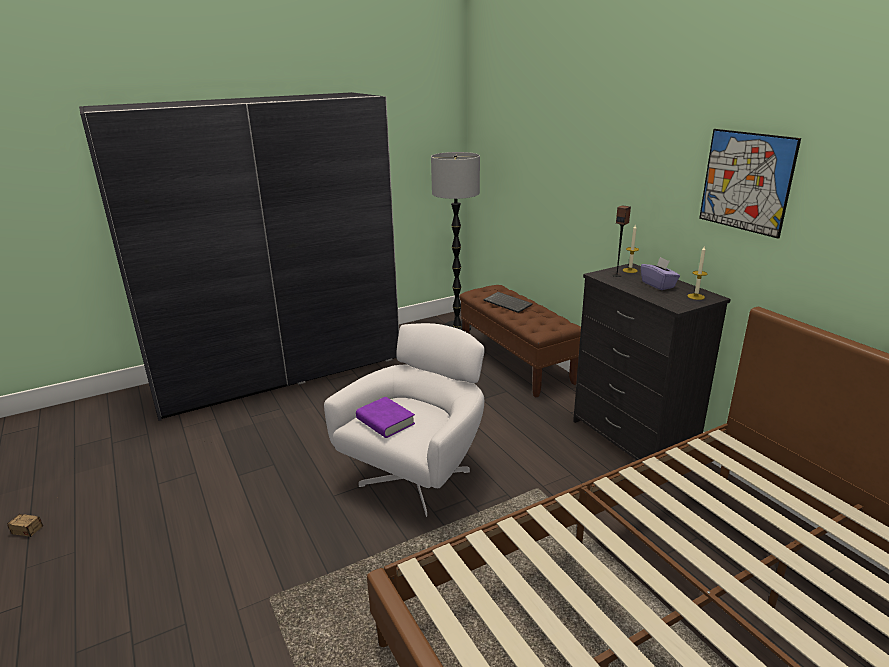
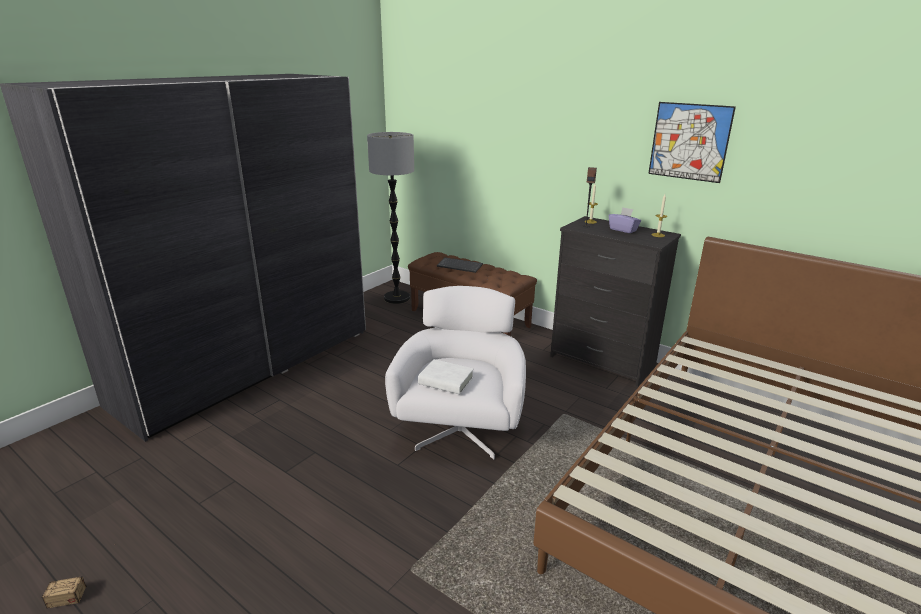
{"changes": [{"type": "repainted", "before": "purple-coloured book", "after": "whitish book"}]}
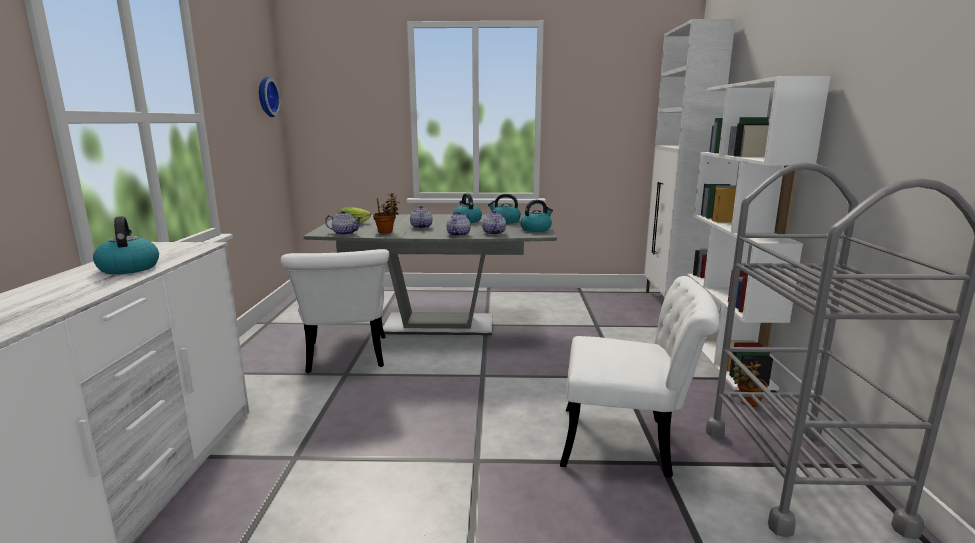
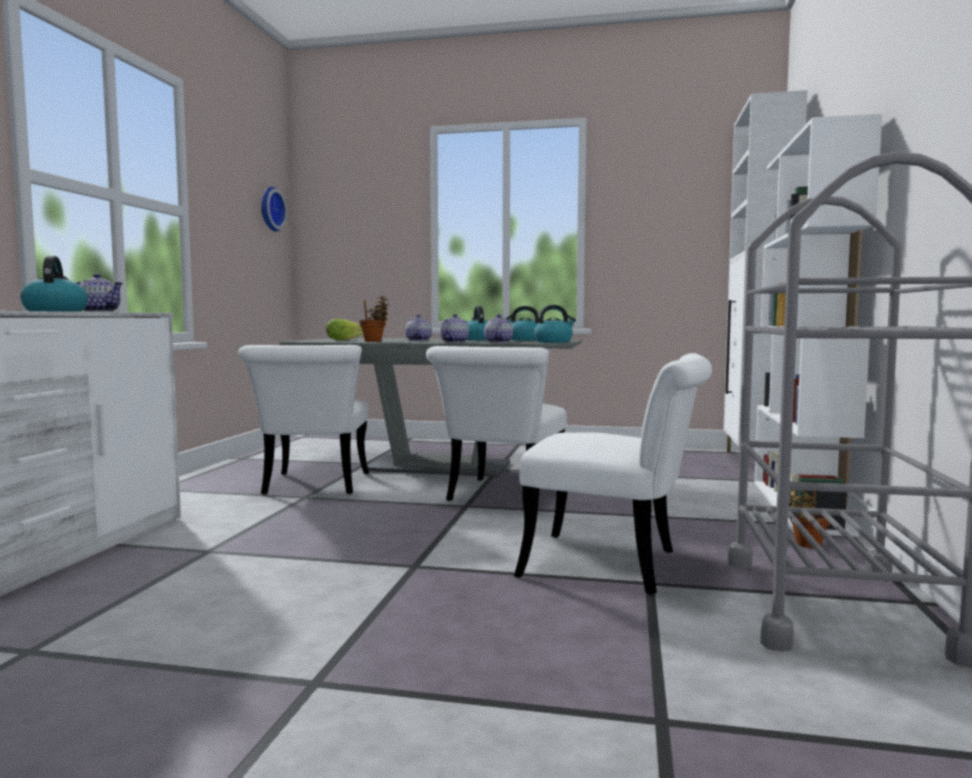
{"changes": [{"type": "shifted", "before": "tea pot (no. 1 from left)"}, {"type": "new", "after": "whitish upright chair (no. 2 from left)"}]}
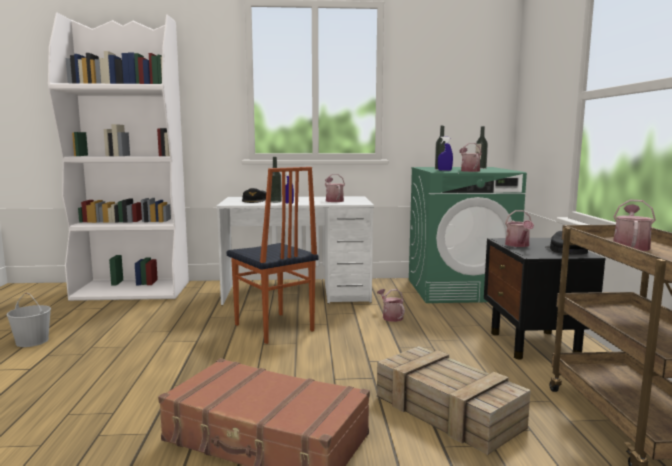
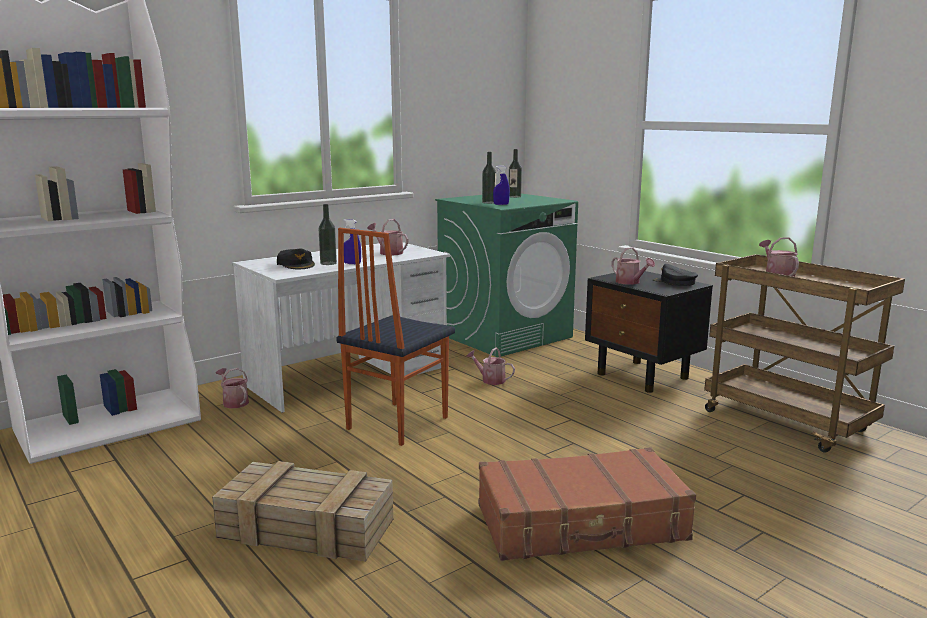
{"changes": [{"type": "shifted", "before": "shipping crate"}, {"type": "shifted", "before": "sprinkling can (no. 3 from left in the first image)", "after": "sprinkling can (no. 1 from left)"}, {"type": "rotated", "before": "upright chair", "turn": 105}, {"type": "gone", "before": "whitish water bucket"}]}
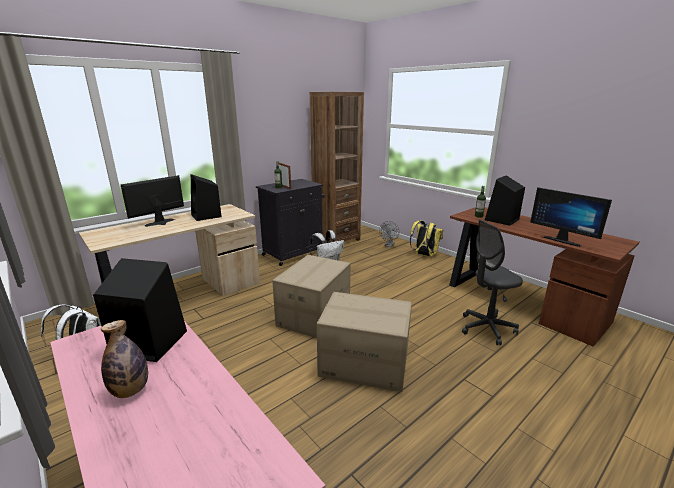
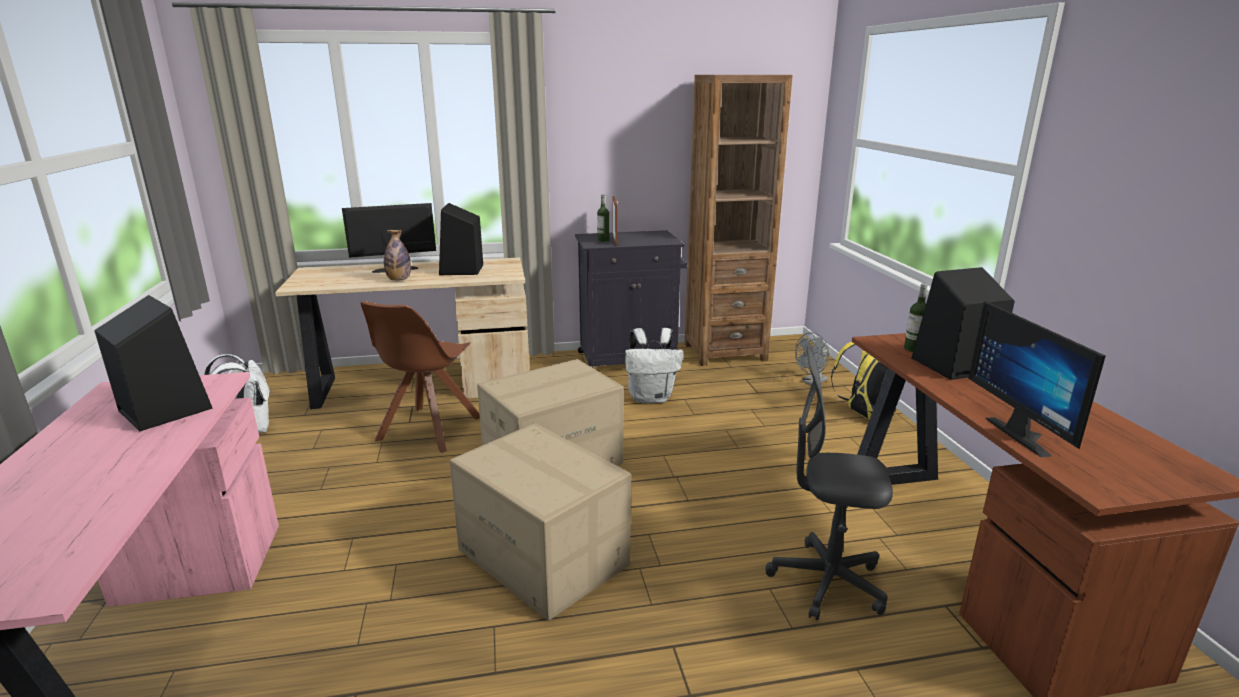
{"changes": [{"type": "new", "after": "brown upright chair"}, {"type": "shifted", "before": "bottle (no. 1 from left)"}]}
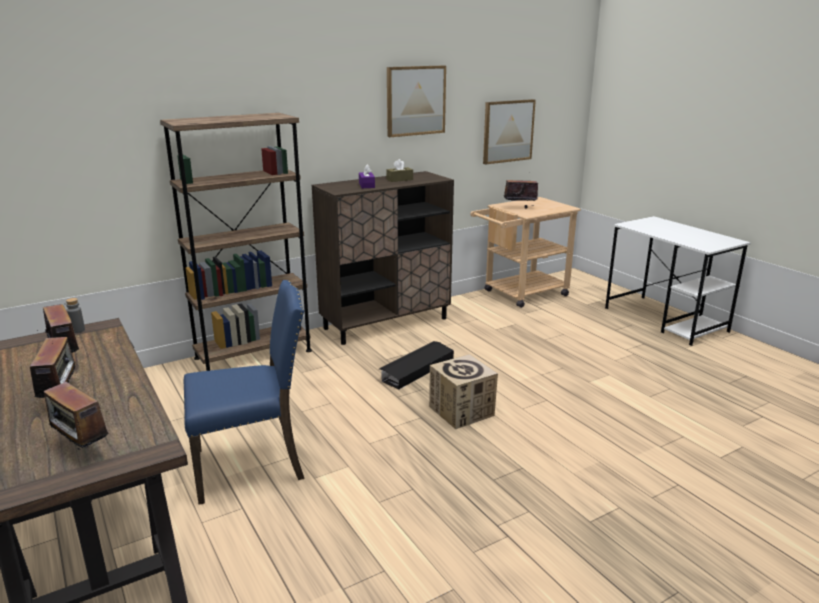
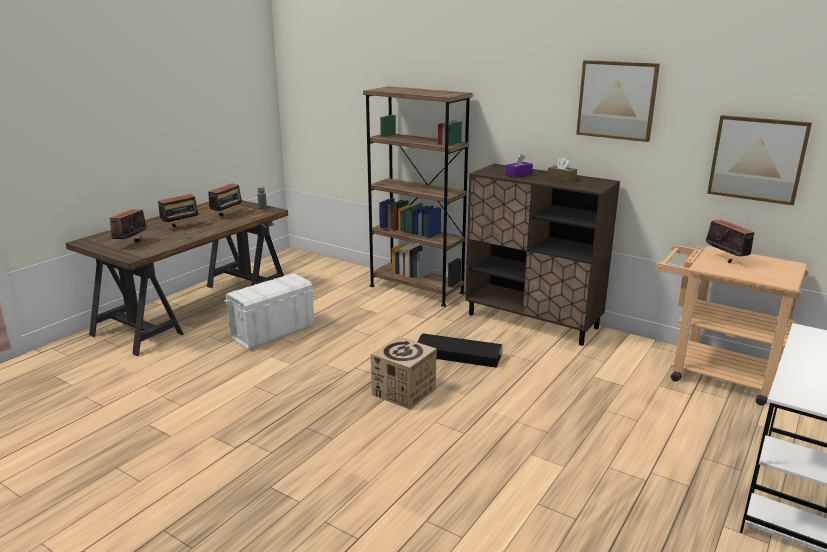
{"changes": [{"type": "swapped", "before": "blue upright chair", "after": "whitish storage bin"}]}
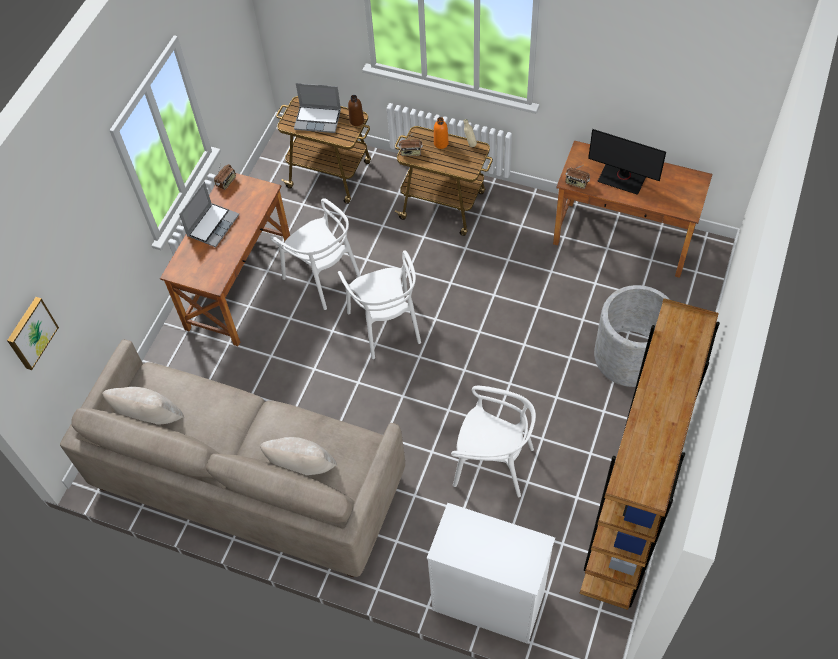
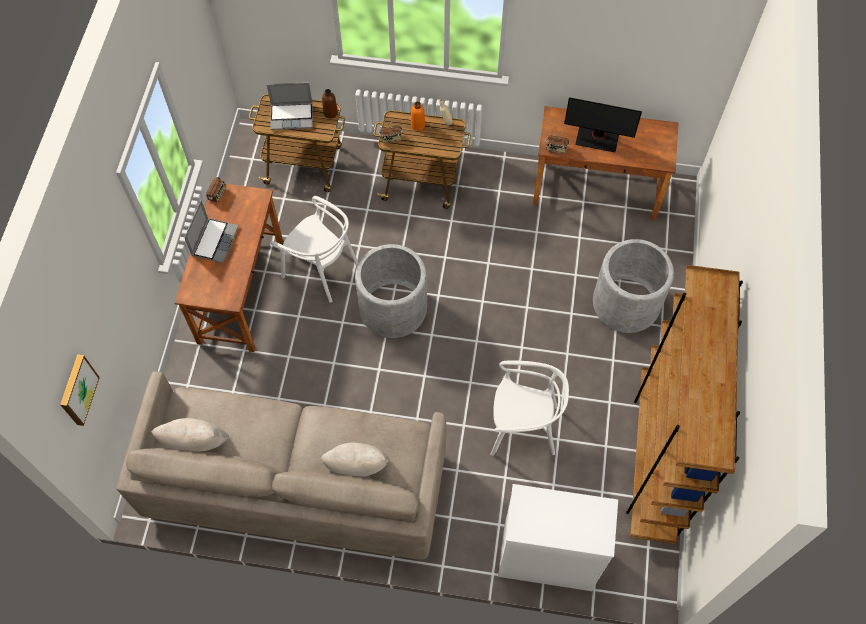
{"changes": [{"type": "swapped", "before": "whitish upright chair (no. 2 from left)", "after": "gray plant pot (no. 1 from left)"}]}
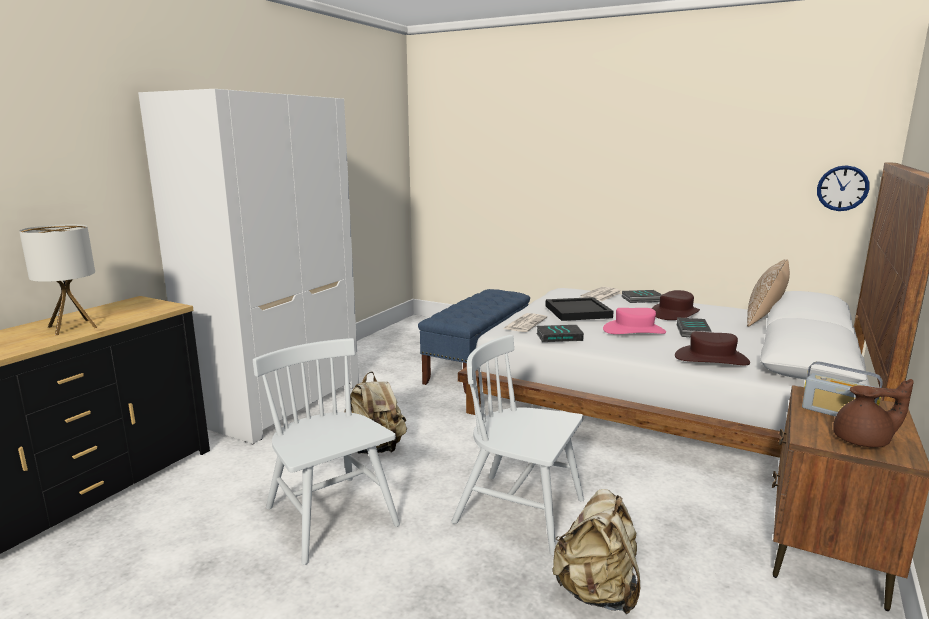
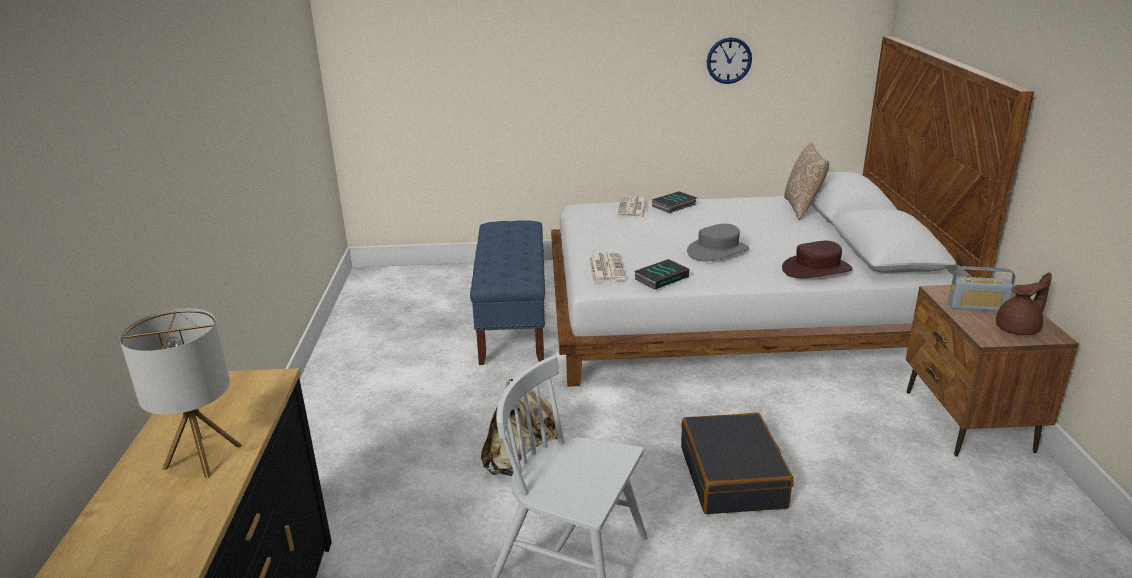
{"changes": [{"type": "swapped", "before": "whitish upright chair (no. 2 from left)", "after": "black travel case"}, {"type": "repainted", "before": "pink-coloured clothing hat", "after": "gray clothing hat"}, {"type": "shifted", "before": "hanging clock"}, {"type": "gone", "before": "whitish armoire"}, {"type": "gone", "before": "black serving tray"}, {"type": "gone", "before": "sand-coloured rucksack (no. 2 from left)"}, {"type": "gone", "before": "brown clothing hat (no. 1 from left)"}, {"type": "gone", "before": "book (no. 3 from left)"}]}
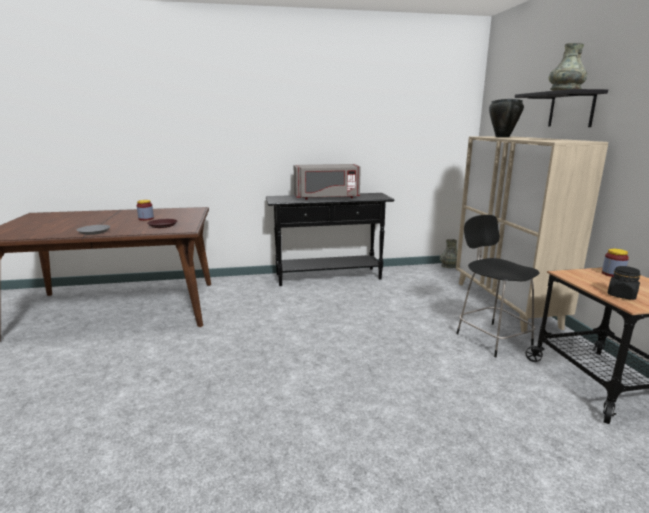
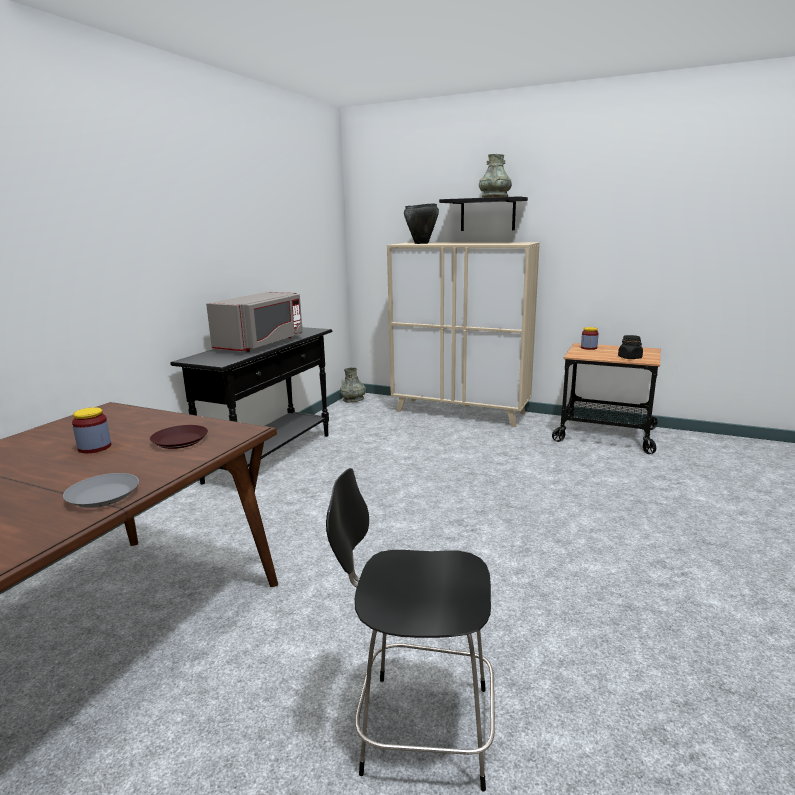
{"changes": [{"type": "shifted", "before": "black upright chair"}]}
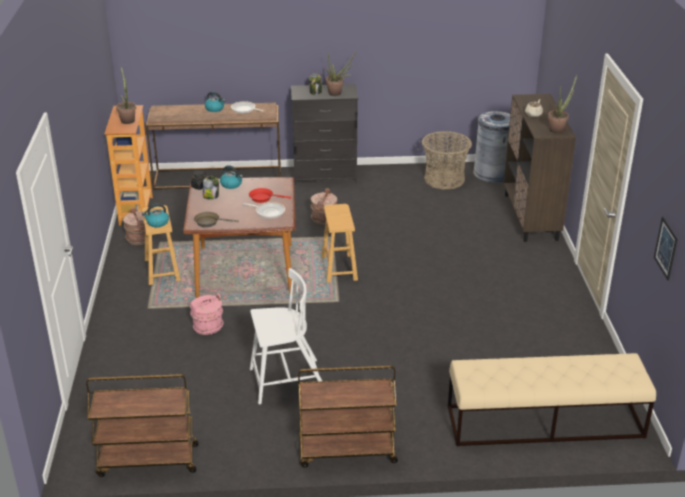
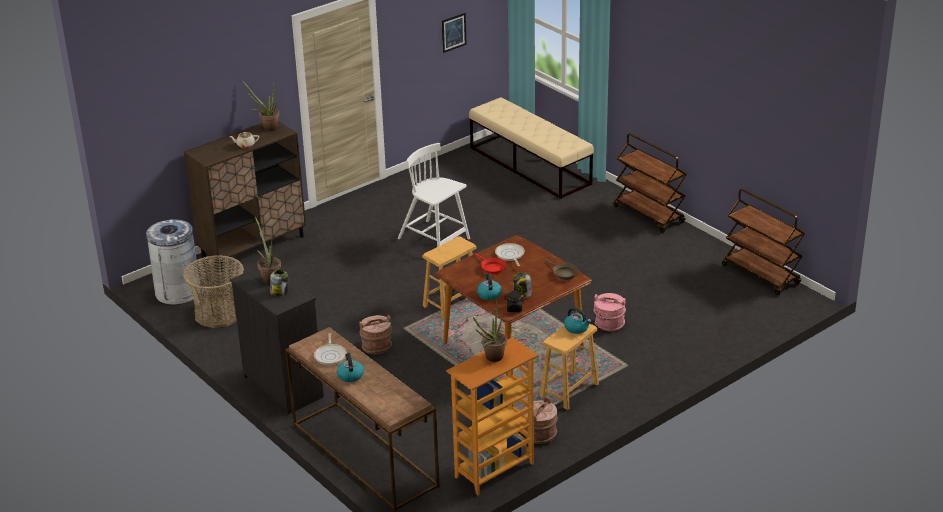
{"changes": [{"type": "shifted", "before": "whitish upright chair"}]}
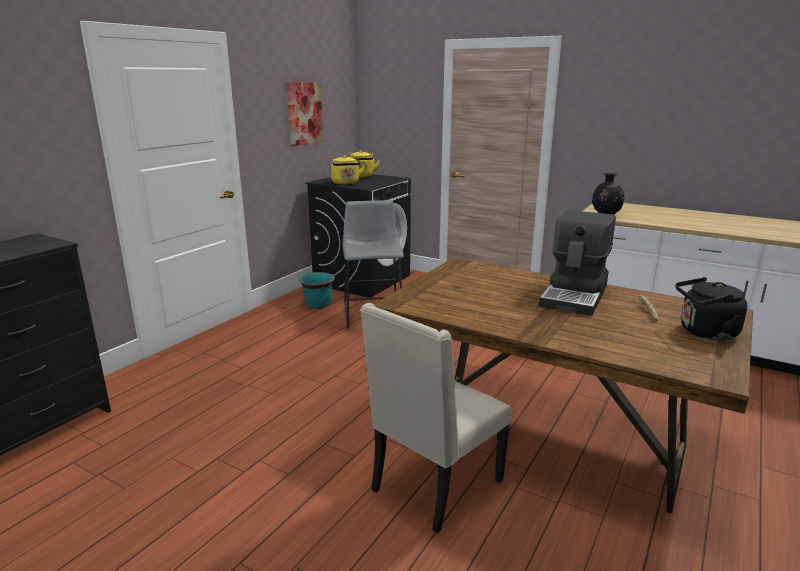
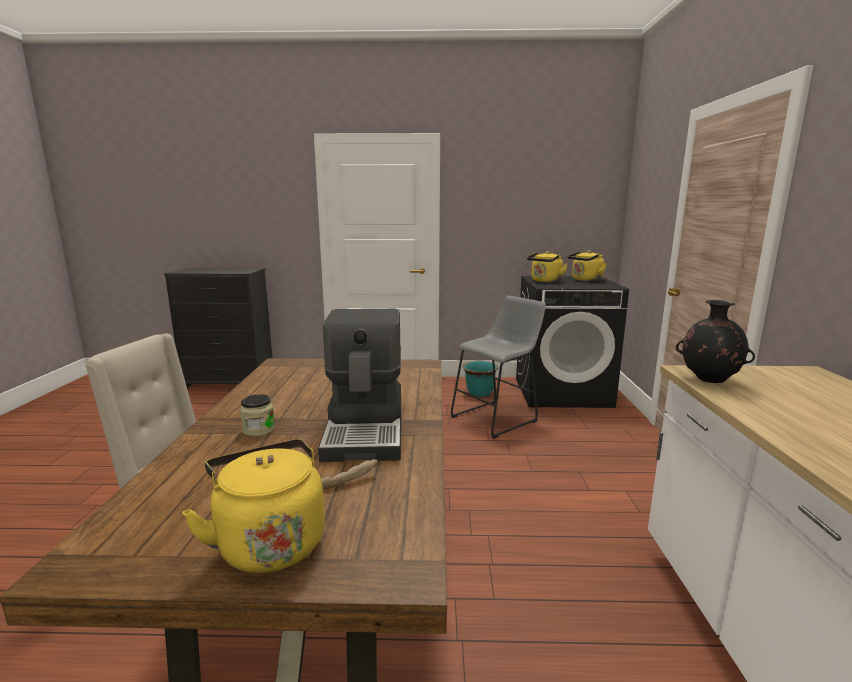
{"changes": [{"type": "repainted", "before": "black kettle", "after": "yellowish kettle (no. 1 from left)"}, {"type": "new", "after": "storage jar"}, {"type": "rotated", "before": "coffee maker", "turn": -90}, {"type": "gone", "before": "wall picture"}]}
